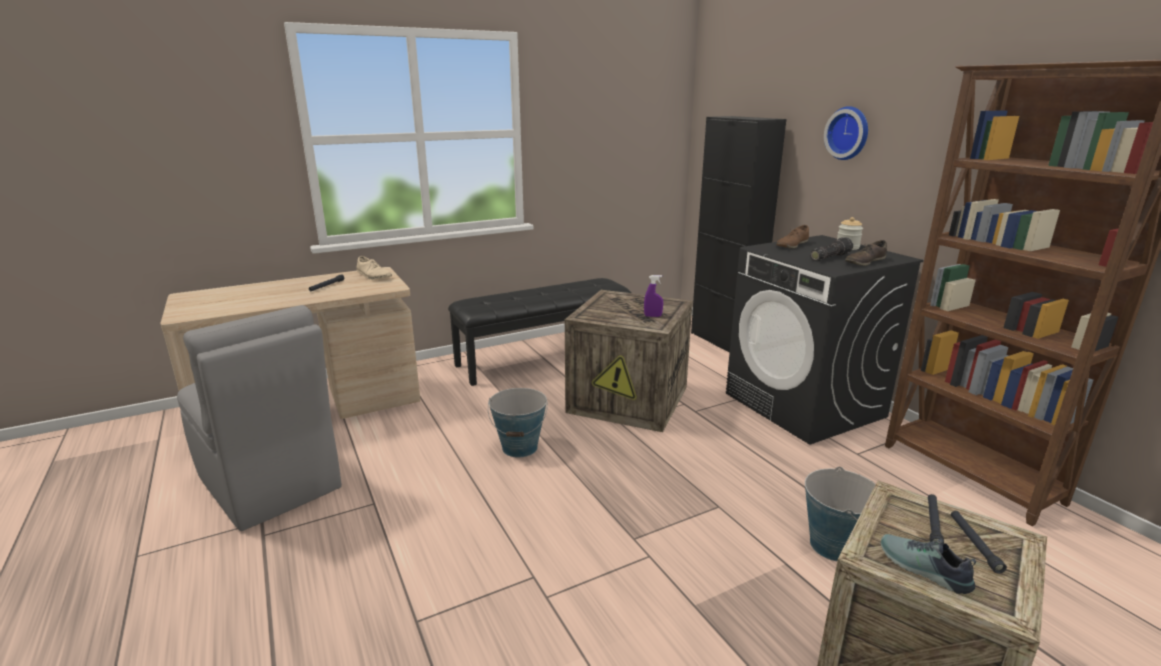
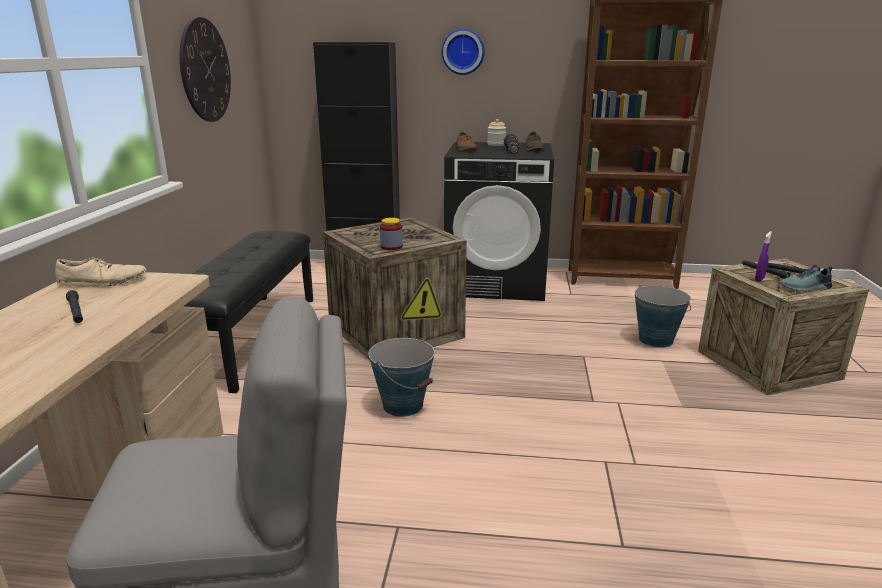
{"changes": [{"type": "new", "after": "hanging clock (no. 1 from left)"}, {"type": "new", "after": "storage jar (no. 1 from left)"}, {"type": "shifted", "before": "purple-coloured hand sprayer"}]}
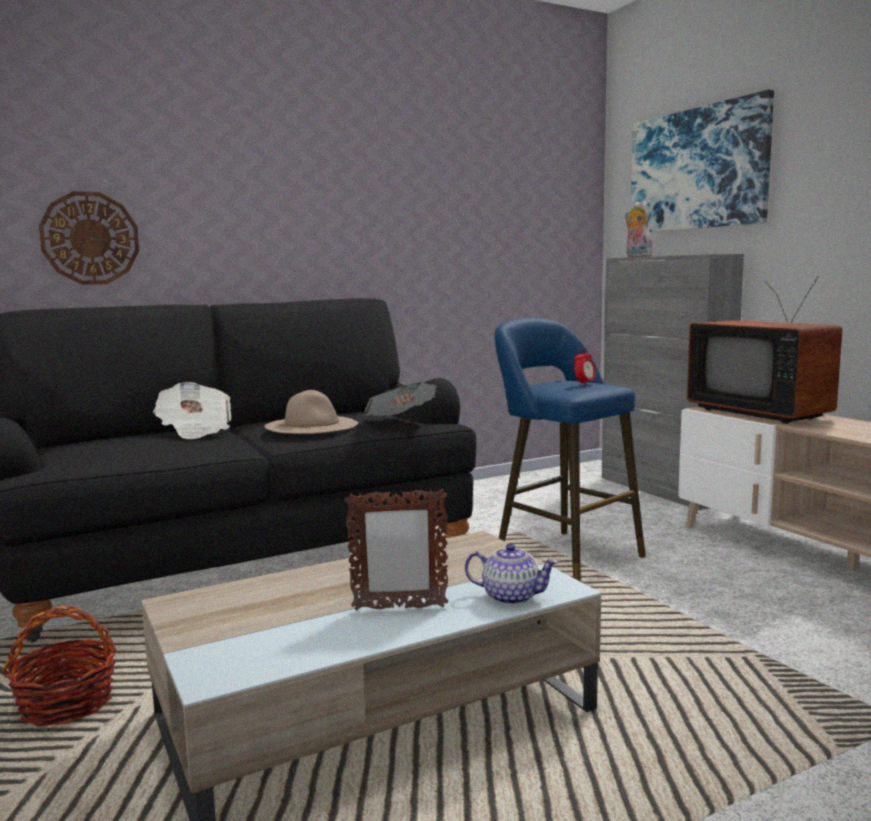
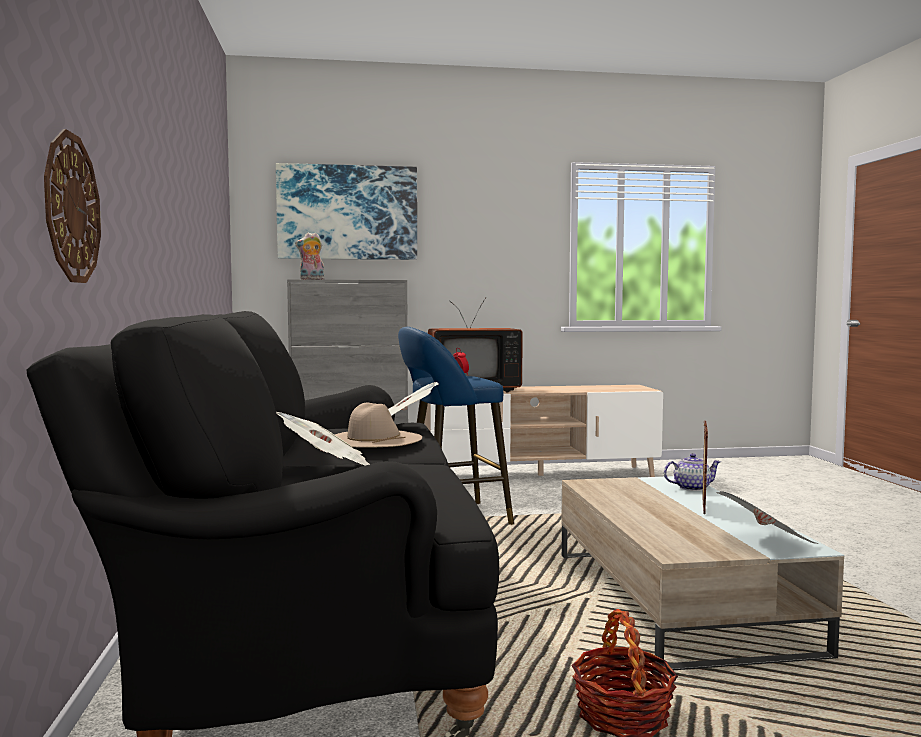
{"changes": [{"type": "rotated", "before": "tea pot", "turn": 45}, {"type": "new", "after": "printed paper (no. 3 from left)"}]}
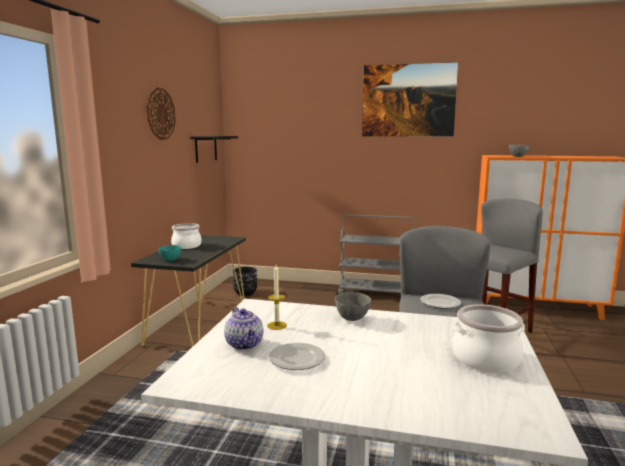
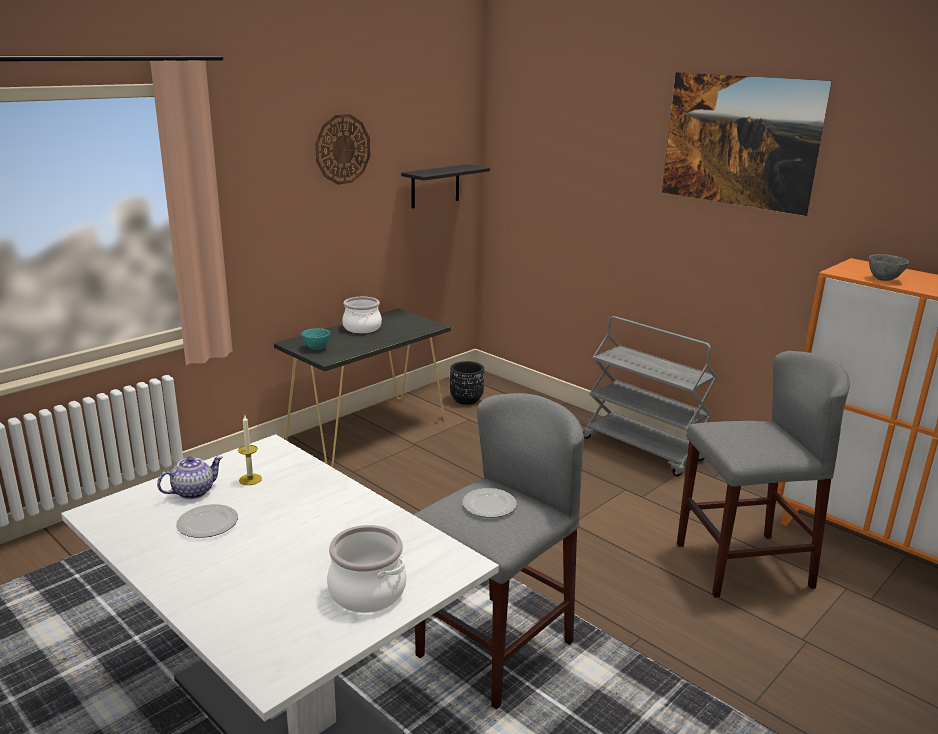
{"changes": [{"type": "rotated", "before": "tea pot", "turn": -135}, {"type": "gone", "before": "gray deep dish (no. 1 from left)"}]}
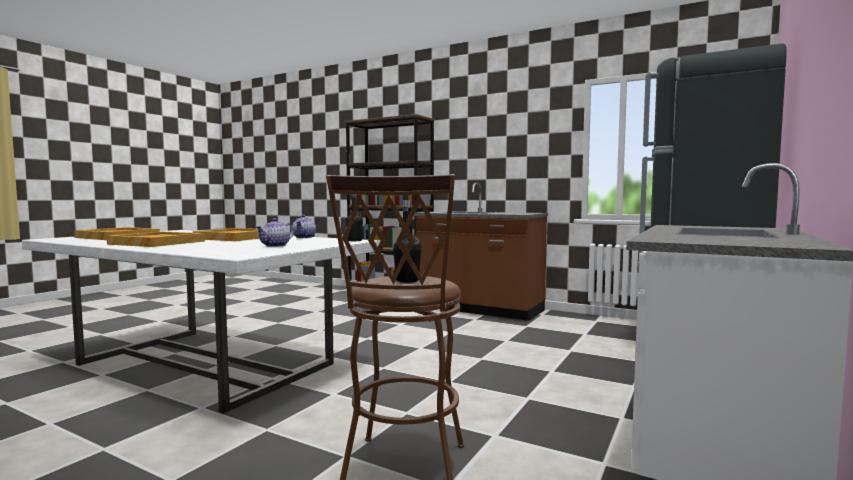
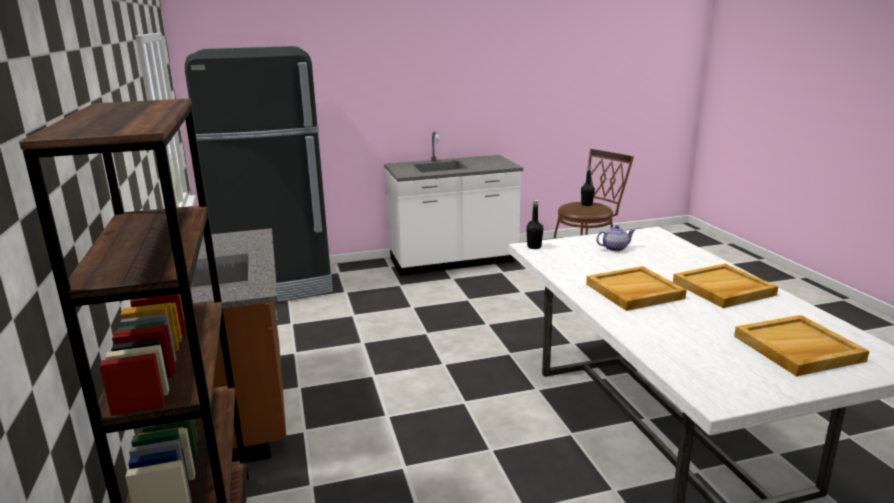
{"changes": [{"type": "gone", "before": "tea pot (no. 2 from left)"}]}
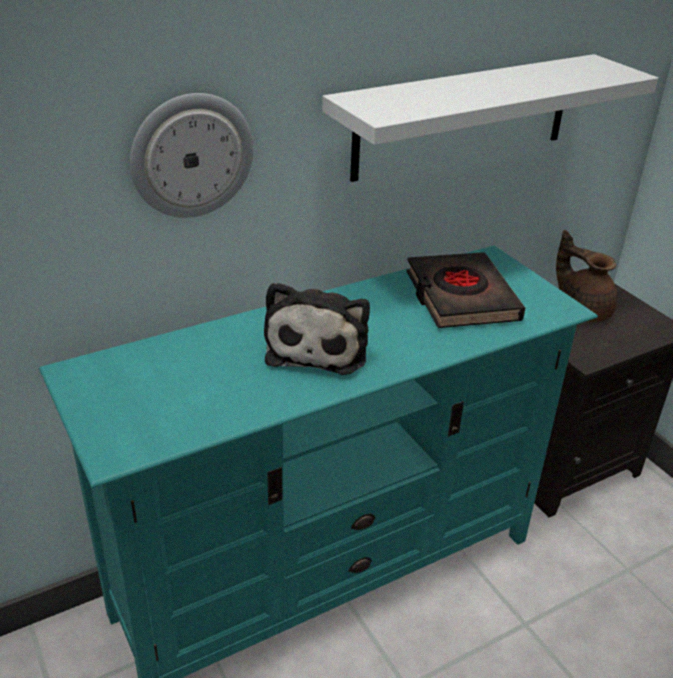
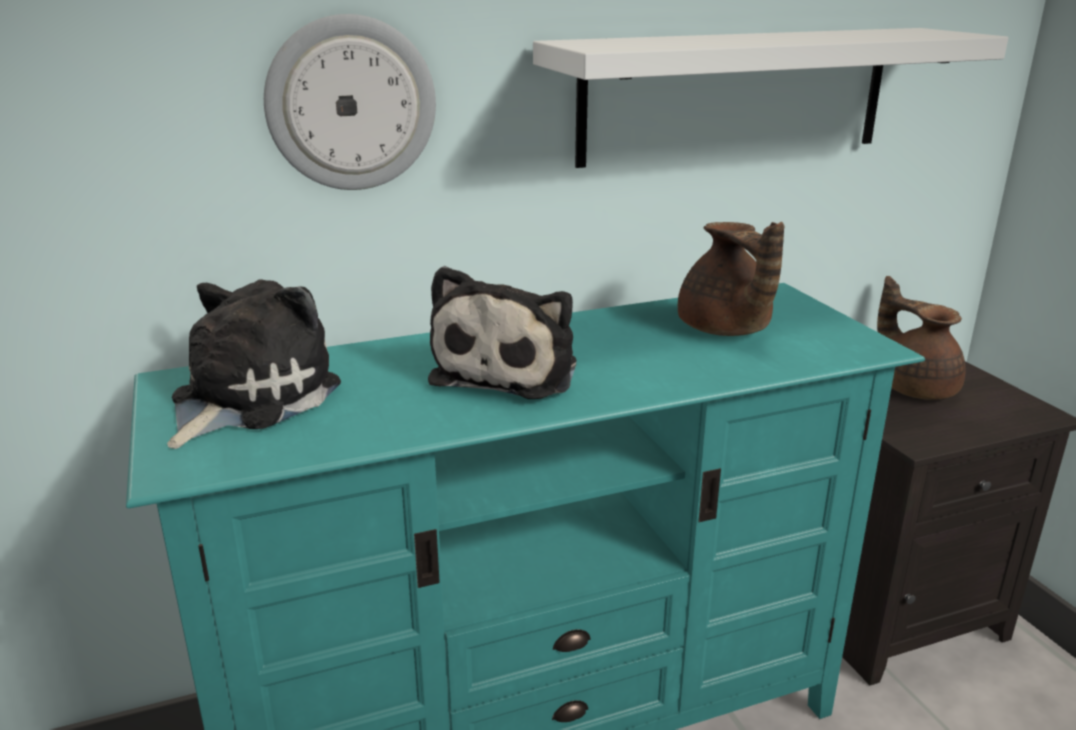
{"changes": [{"type": "new", "after": "plush toy (no. 1 from left)"}, {"type": "swapped", "before": "black book", "after": "brown tea pot (no. 1 from left)"}]}
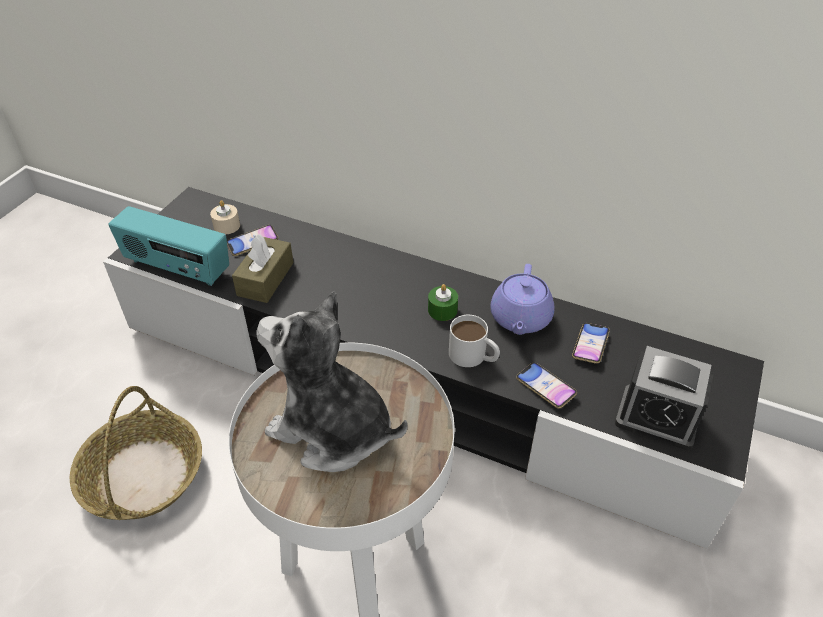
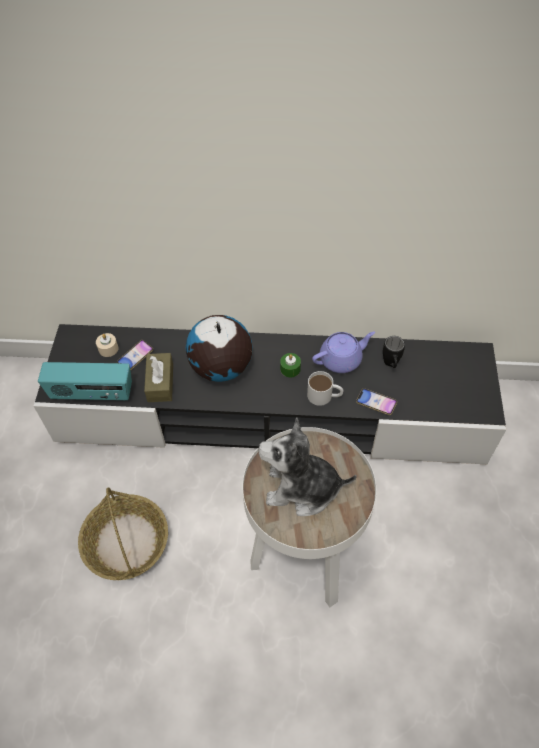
{"changes": [{"type": "new", "after": "world globe"}, {"type": "rotated", "before": "purple-coloured tea pot", "turn": -105}, {"type": "swapped", "before": "phone (no. 3 from left)", "after": "black coffee mug"}, {"type": "gone", "before": "table clock"}]}
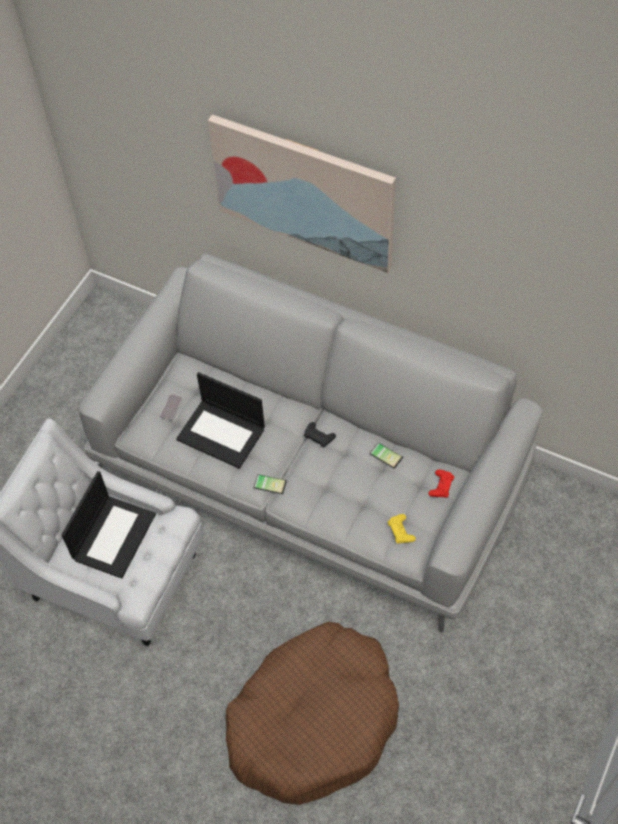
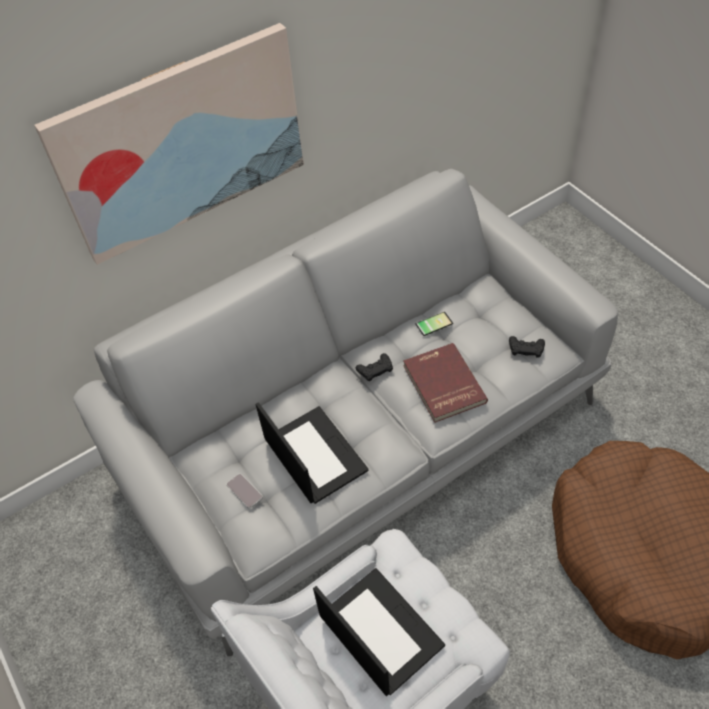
{"changes": [{"type": "rotated", "before": "portable computer (no. 2 from left in the first image)", "turn": -90}, {"type": "new", "after": "red book"}, {"type": "repainted", "before": "yellowish gamepad", "after": "black gamepad (no. 2 from left)"}, {"type": "gone", "before": "phone (no. 2 from left)"}, {"type": "gone", "before": "red gamepad"}]}
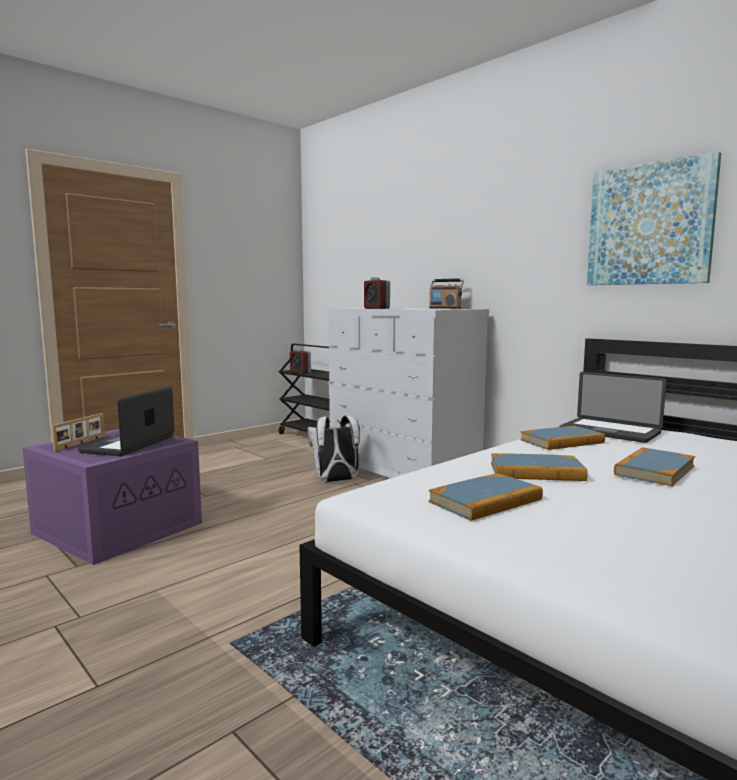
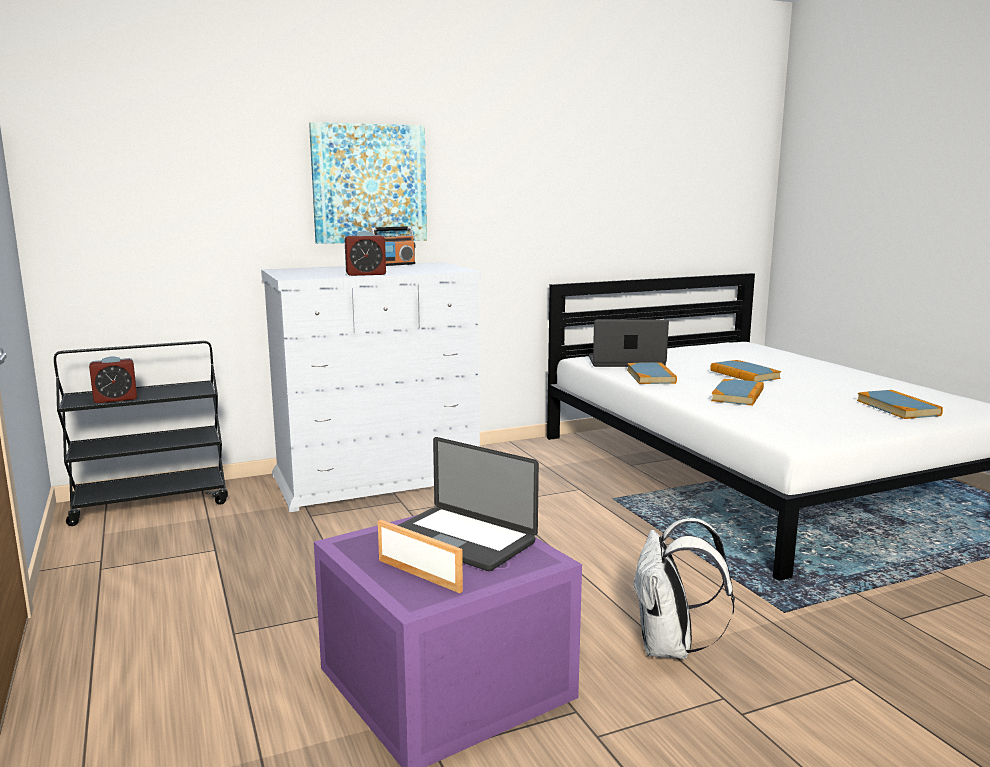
{"changes": [{"type": "shifted", "before": "wall picture"}, {"type": "rotated", "before": "portable computer (no. 2 from left)", "turn": -150}, {"type": "shifted", "before": "whitish rucksack"}, {"type": "shifted", "before": "book (no. 1 from left in the first image)", "after": "book (no. 4 from left)"}]}
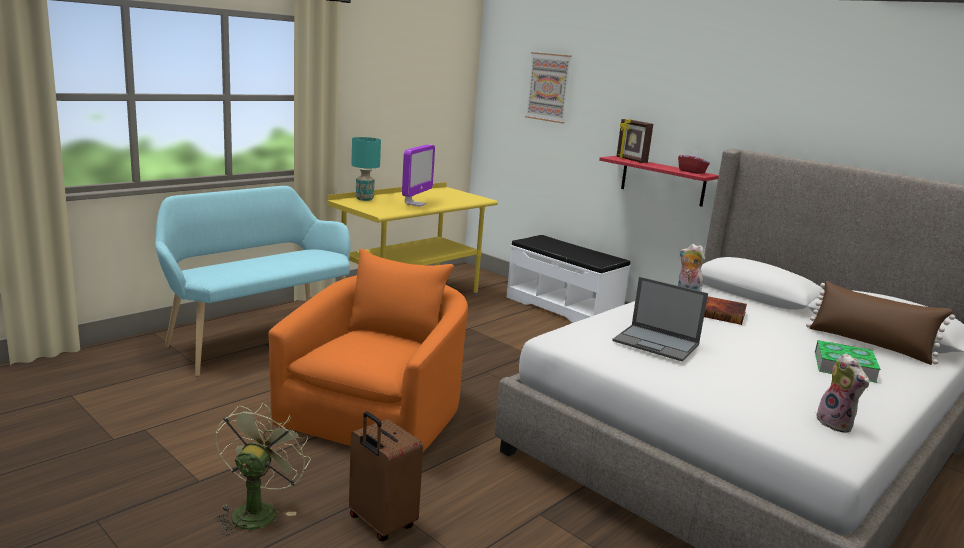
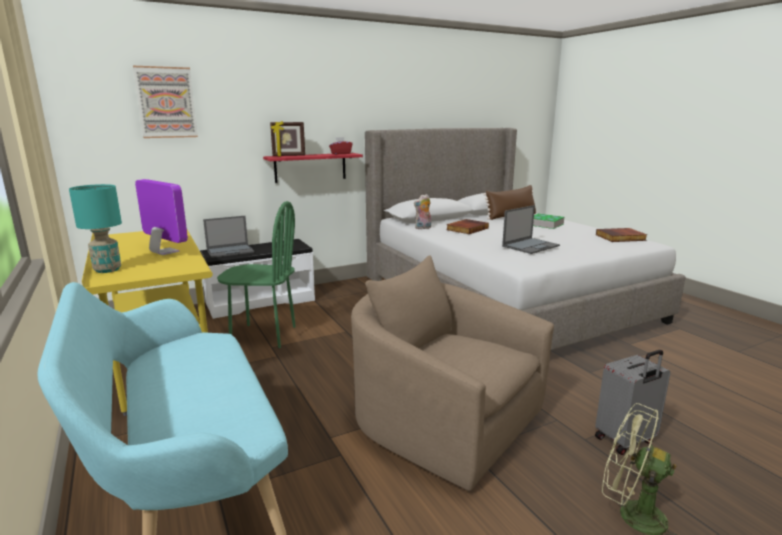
{"changes": [{"type": "new", "after": "portable computer (no. 1 from left)"}, {"type": "new", "after": "green upright chair"}, {"type": "repainted", "before": "orangey armchair", "after": "sand-coloured armchair"}, {"type": "repainted", "before": "brown travel case", "after": "gray travel case"}, {"type": "swapped", "before": "plush toy (no. 2 from left)", "after": "book (no. 3 from left)"}]}
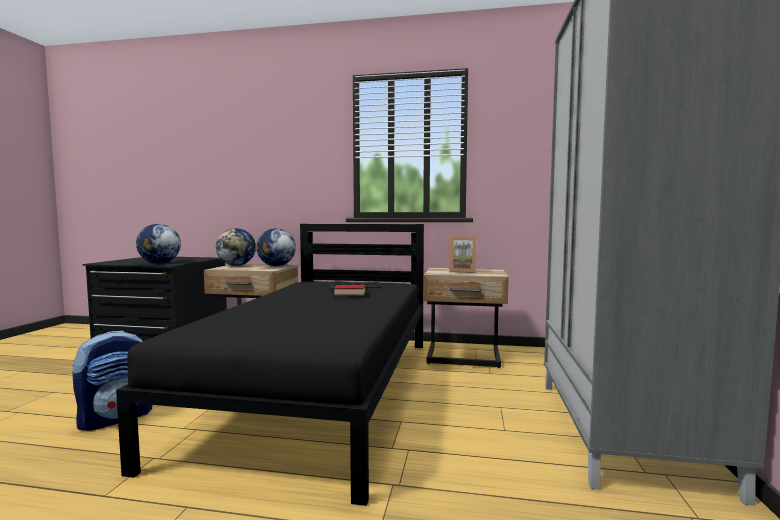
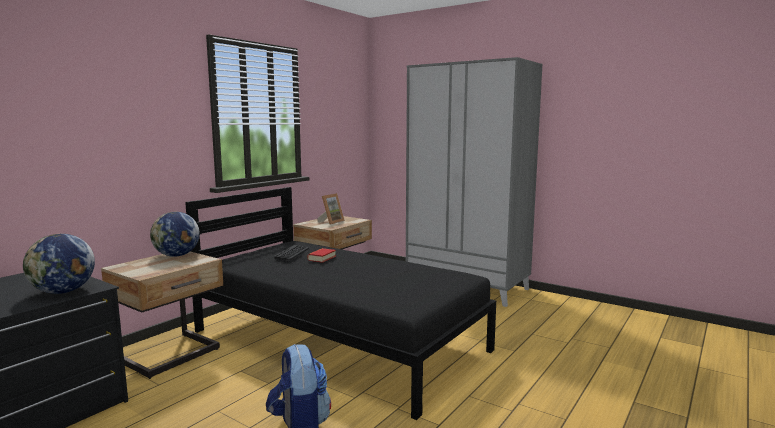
{"changes": [{"type": "gone", "before": "world globe (no. 2 from left)"}]}
